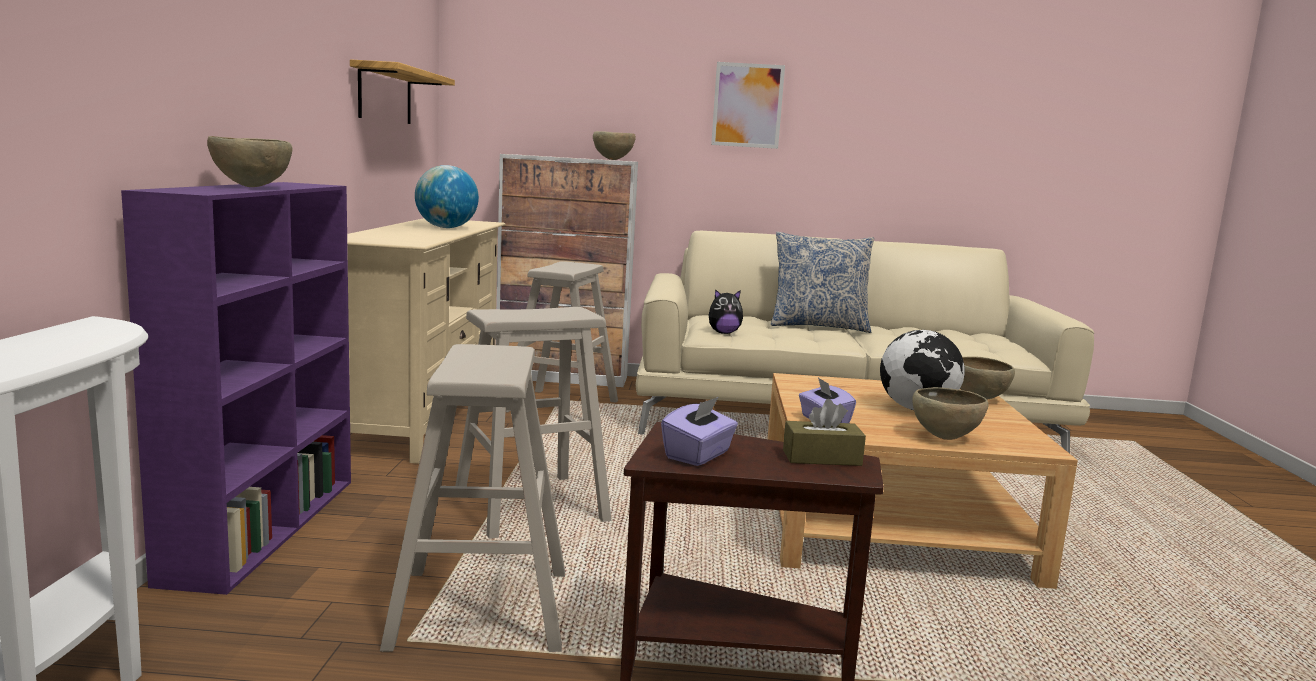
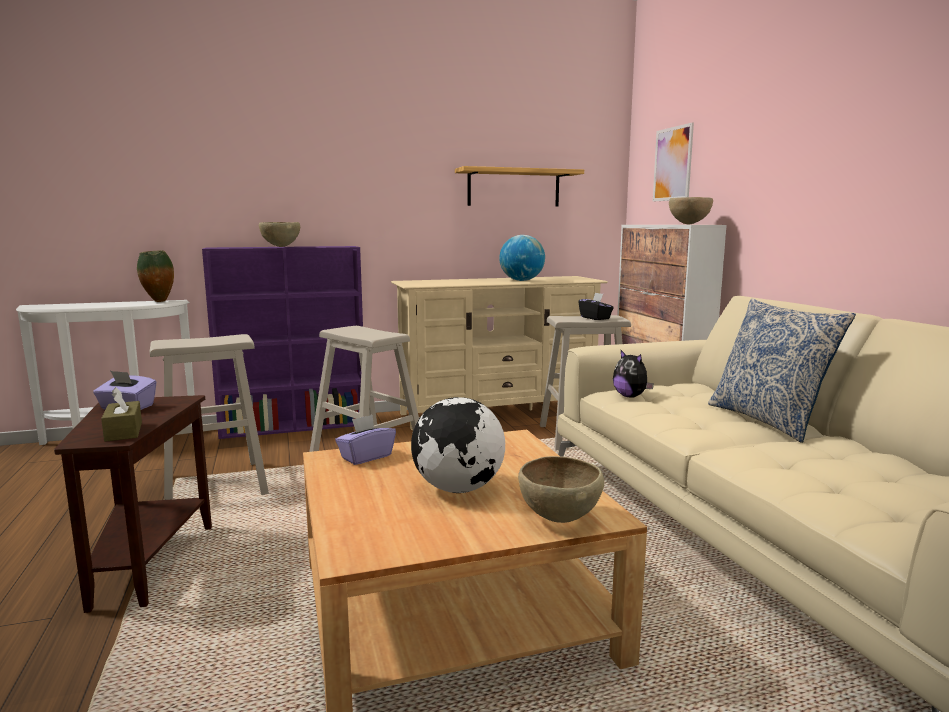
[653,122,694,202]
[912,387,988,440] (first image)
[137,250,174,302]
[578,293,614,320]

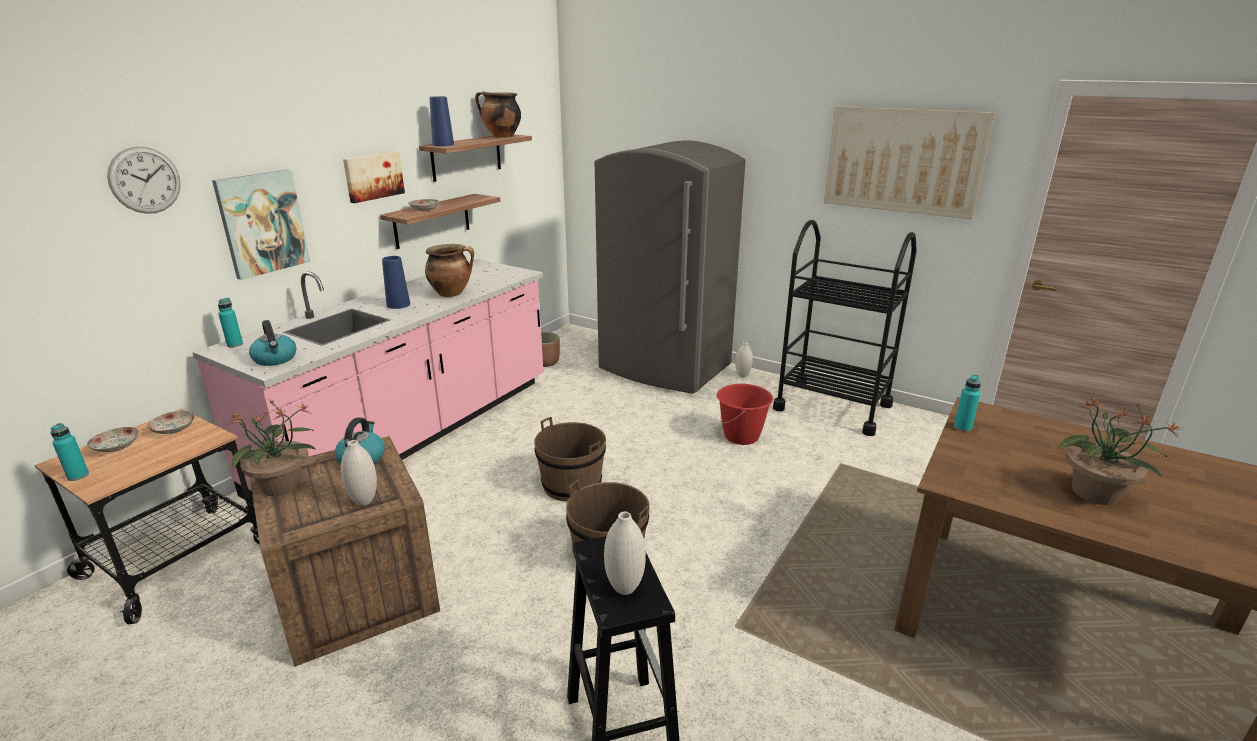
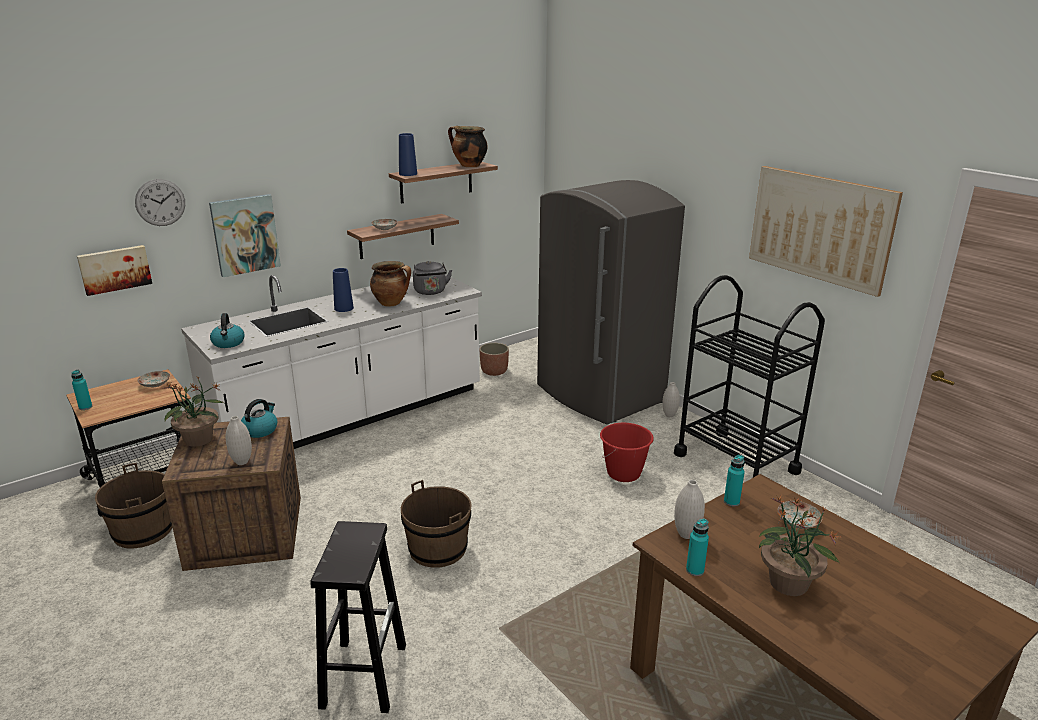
[77,245,152,296]
[181,274,482,449]
[686,519,709,576]
[95,463,172,548]
[778,501,822,529]
[674,480,705,539]
[413,261,452,295]

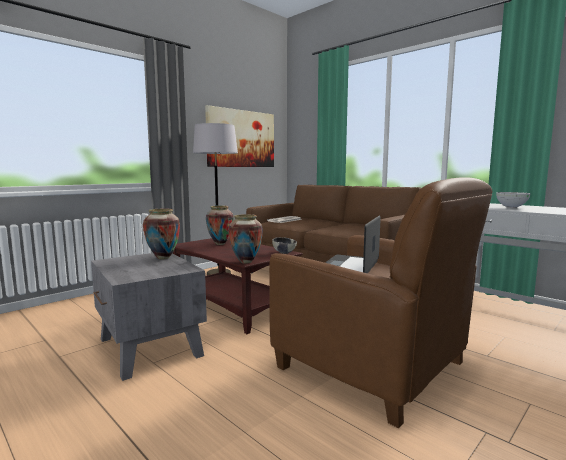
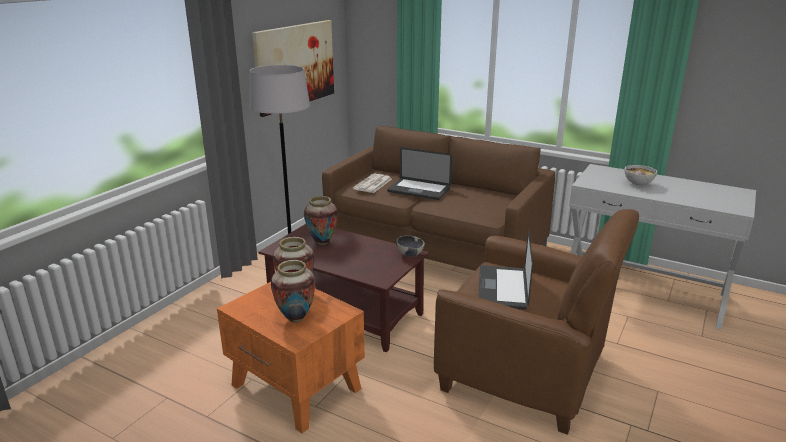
[271,260,315,323]
[217,282,365,433]
[387,147,452,200]

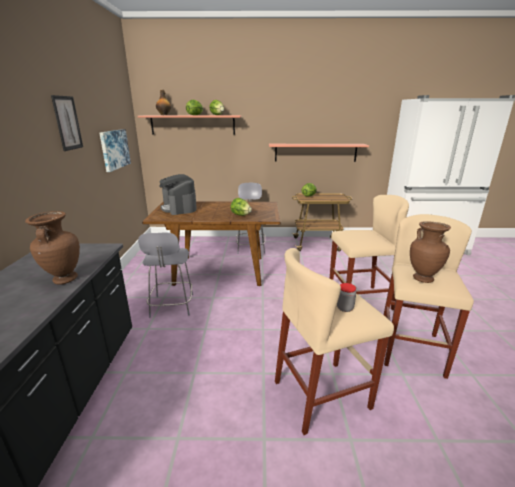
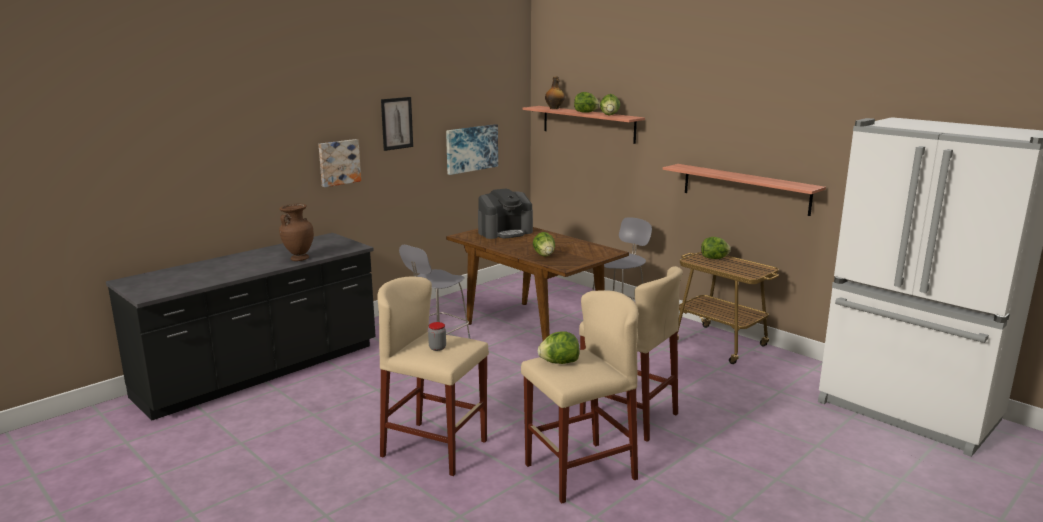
[478,188,533,239]
[538,331,579,364]
[319,139,361,187]

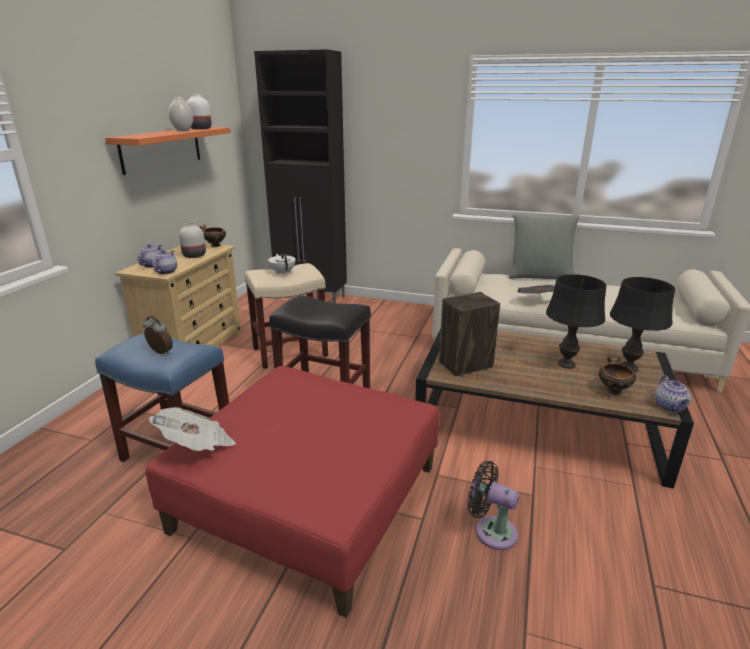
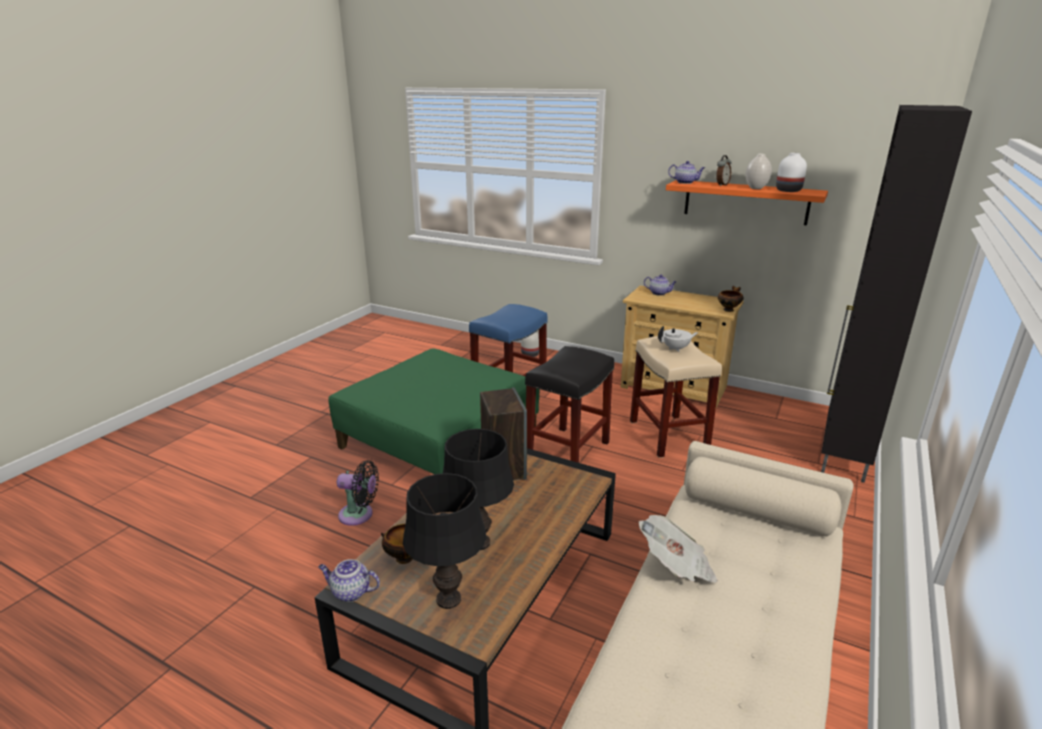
[509,215,579,279] (first image)
[521,332,539,357]
[668,161,705,184]
[716,155,731,186]
[328,349,539,474]
[149,407,236,451] (first image)
[337,460,379,526]

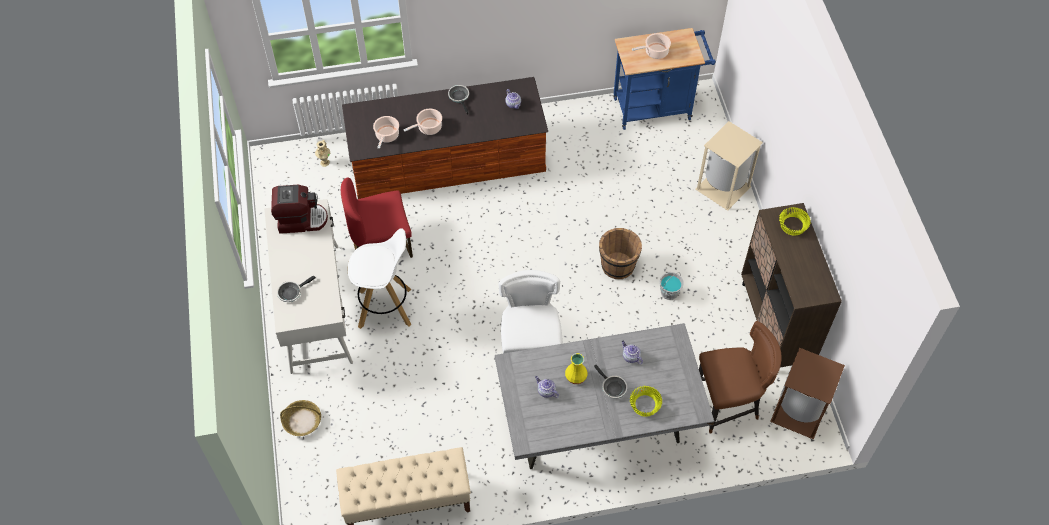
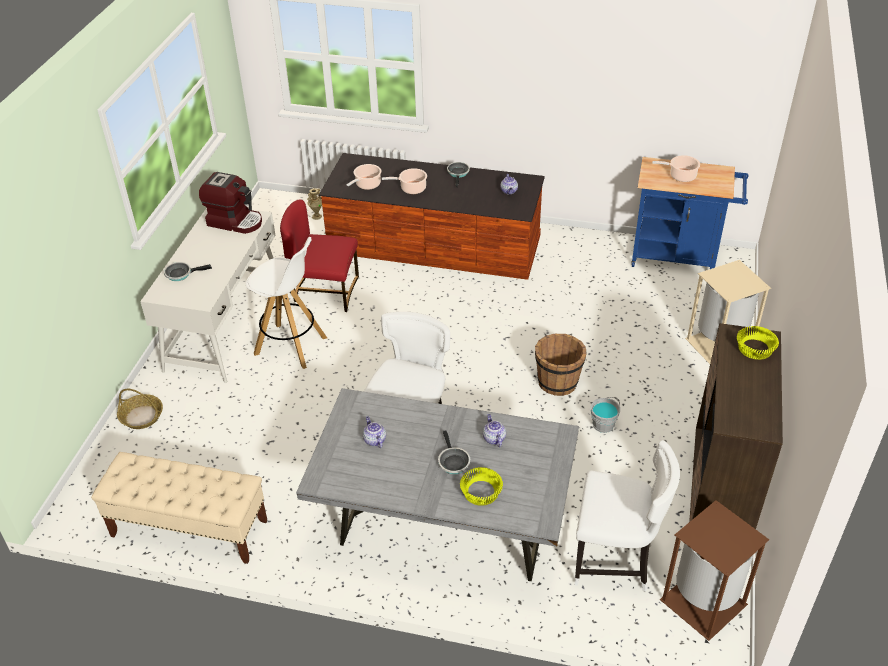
[575,440,680,592]
[565,353,588,384] (first image)

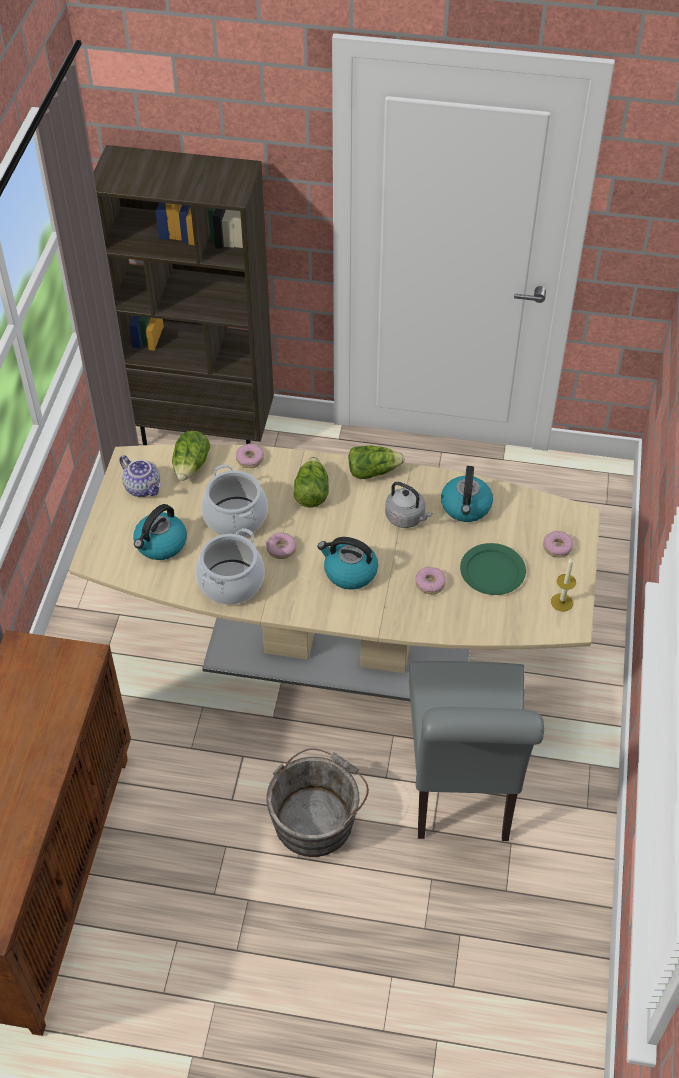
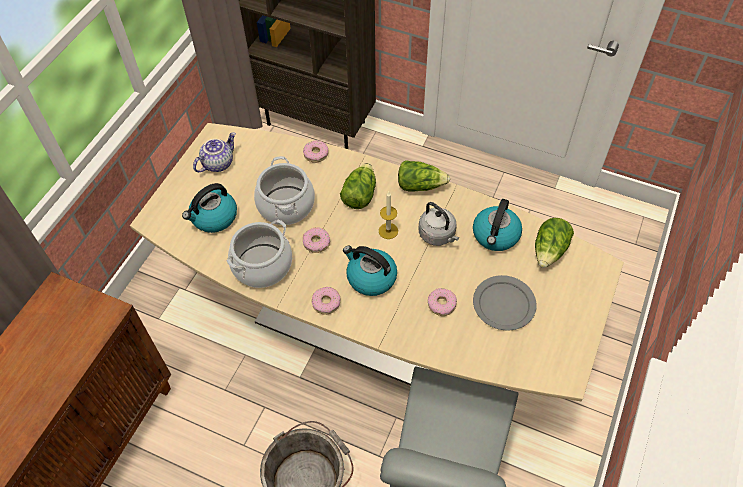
[535,218,574,268]
[193,132,236,172]
[311,287,340,315]
[473,275,537,331]
[379,192,398,239]

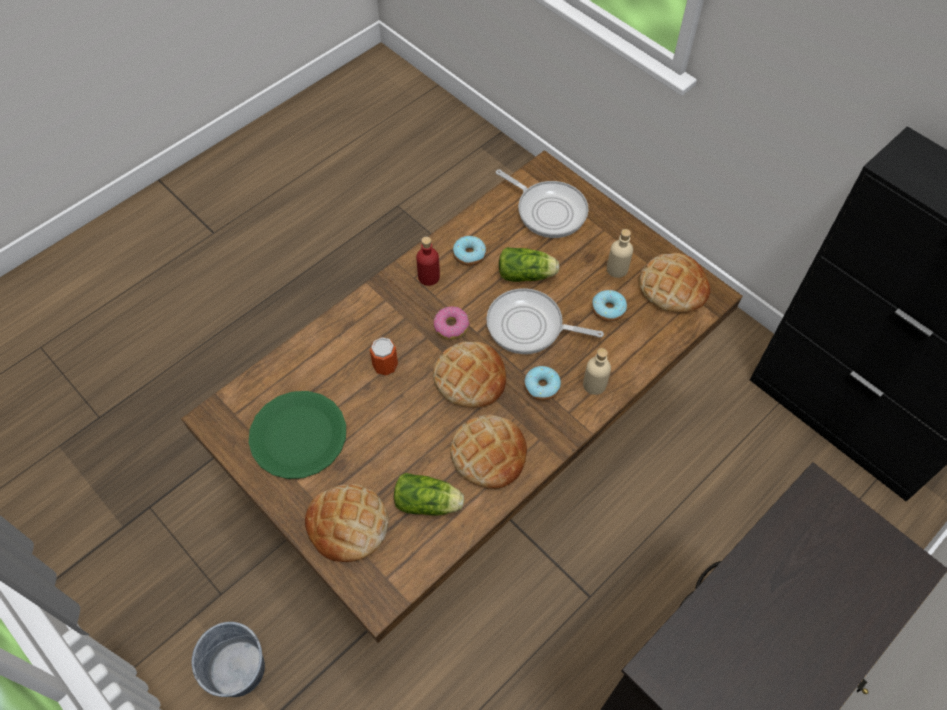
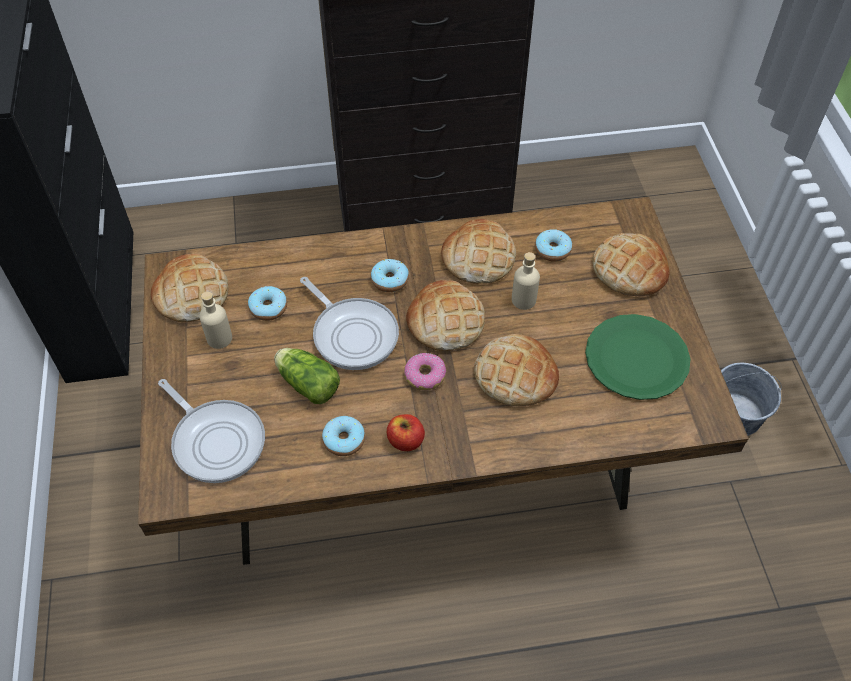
[158,379,265,483]
[387,414,425,451]
[474,334,559,406]
[512,252,540,310]
[535,229,572,262]

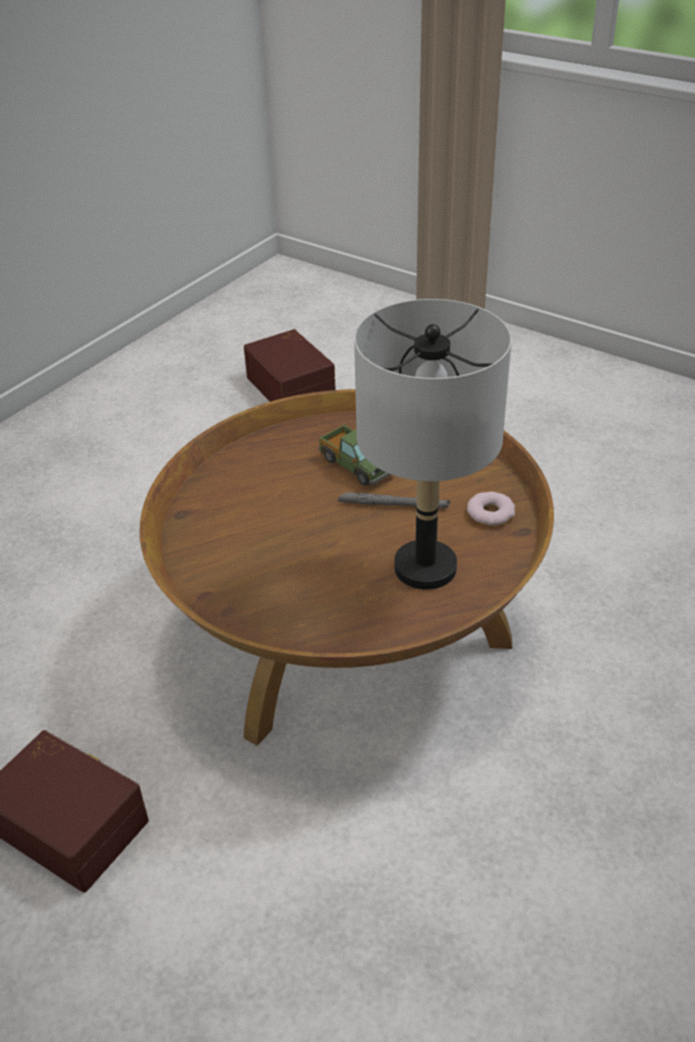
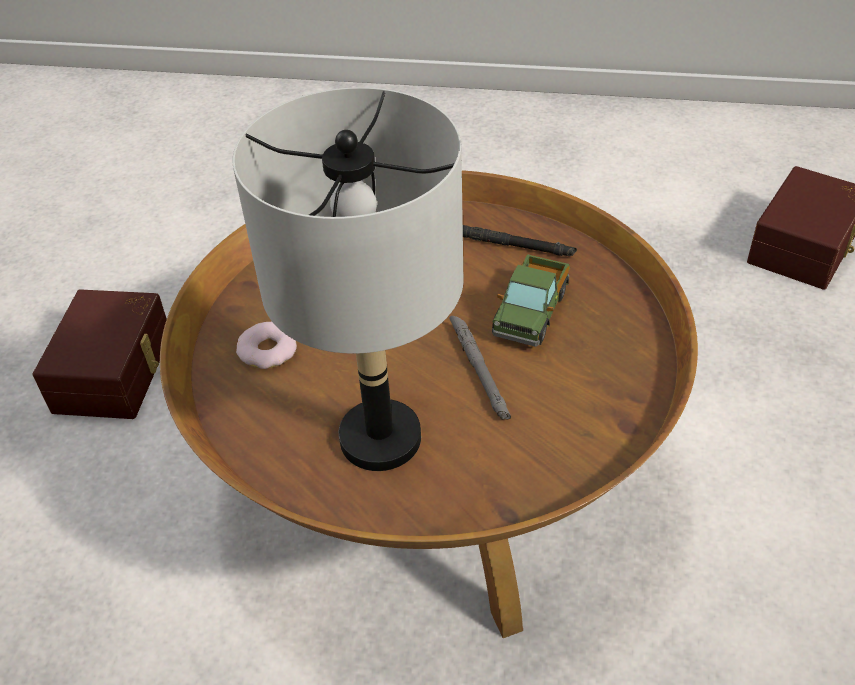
[236,322,297,369]
[463,225,577,256]

